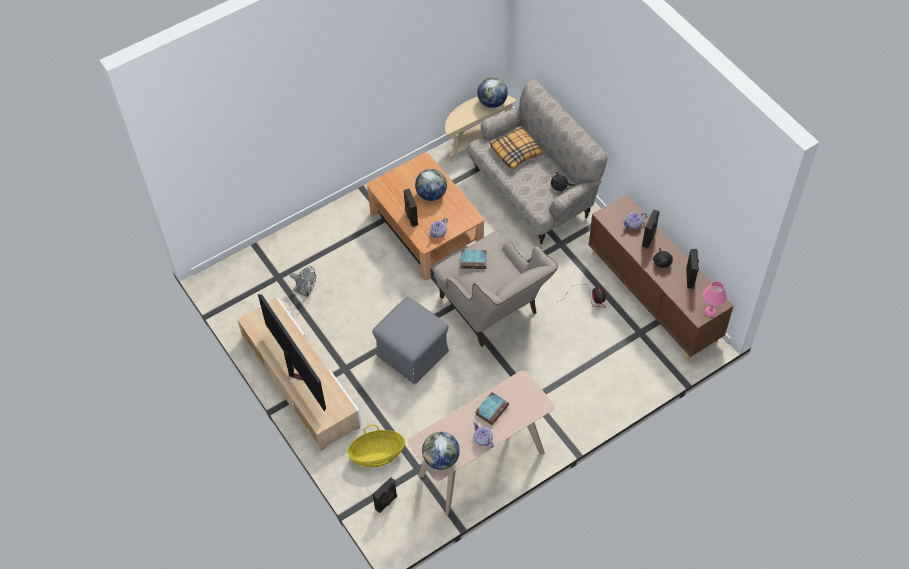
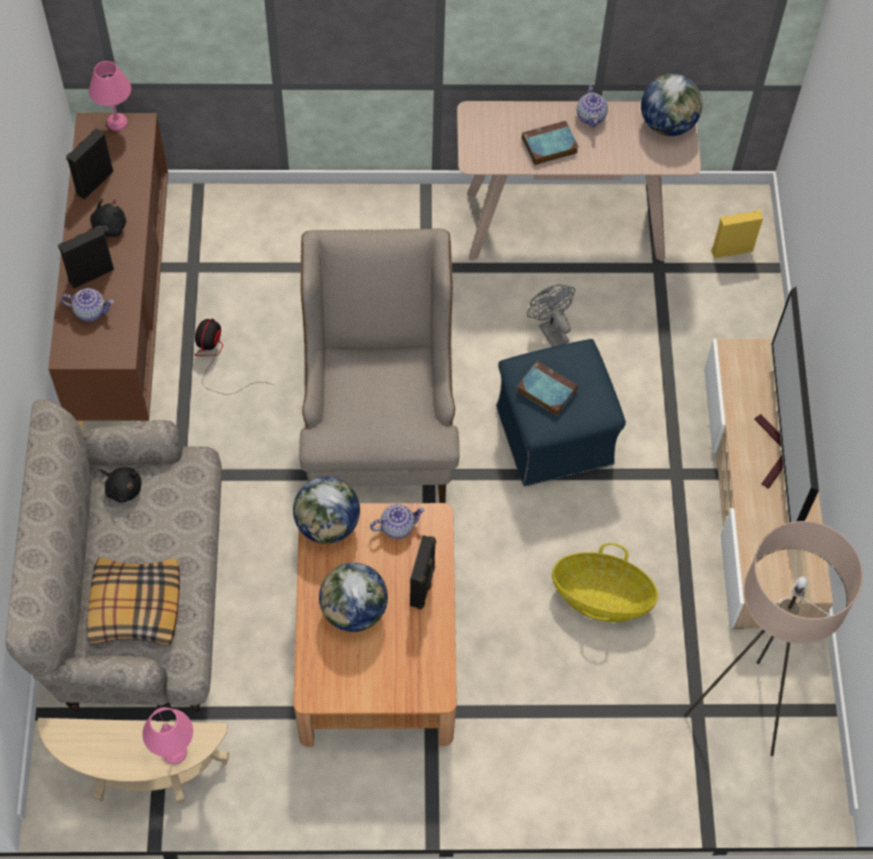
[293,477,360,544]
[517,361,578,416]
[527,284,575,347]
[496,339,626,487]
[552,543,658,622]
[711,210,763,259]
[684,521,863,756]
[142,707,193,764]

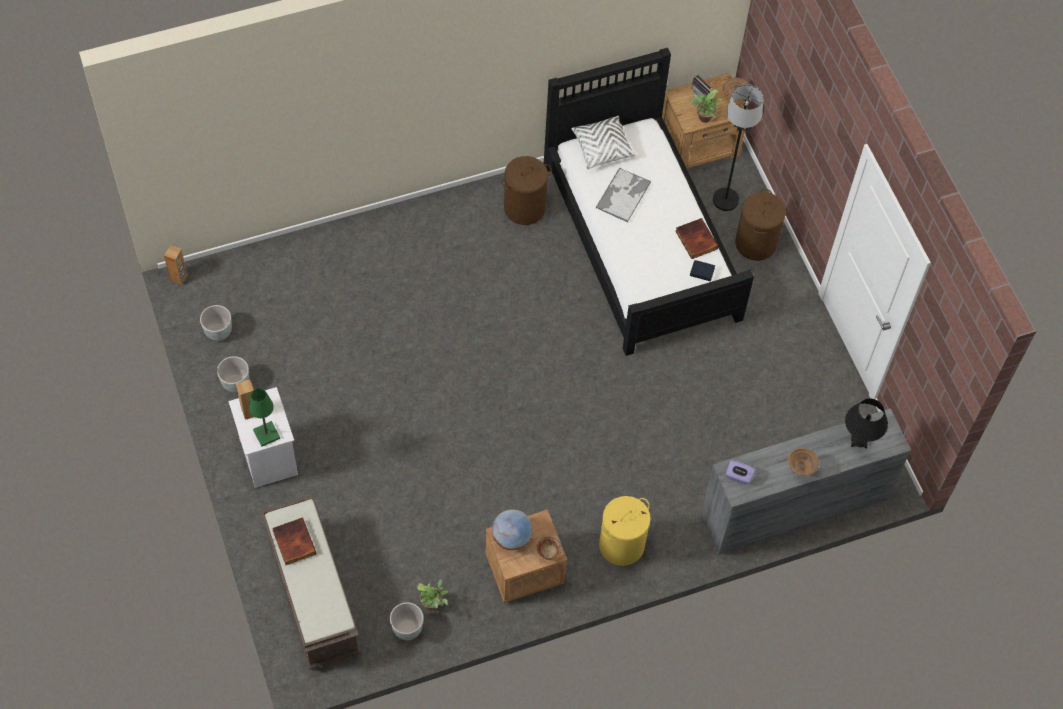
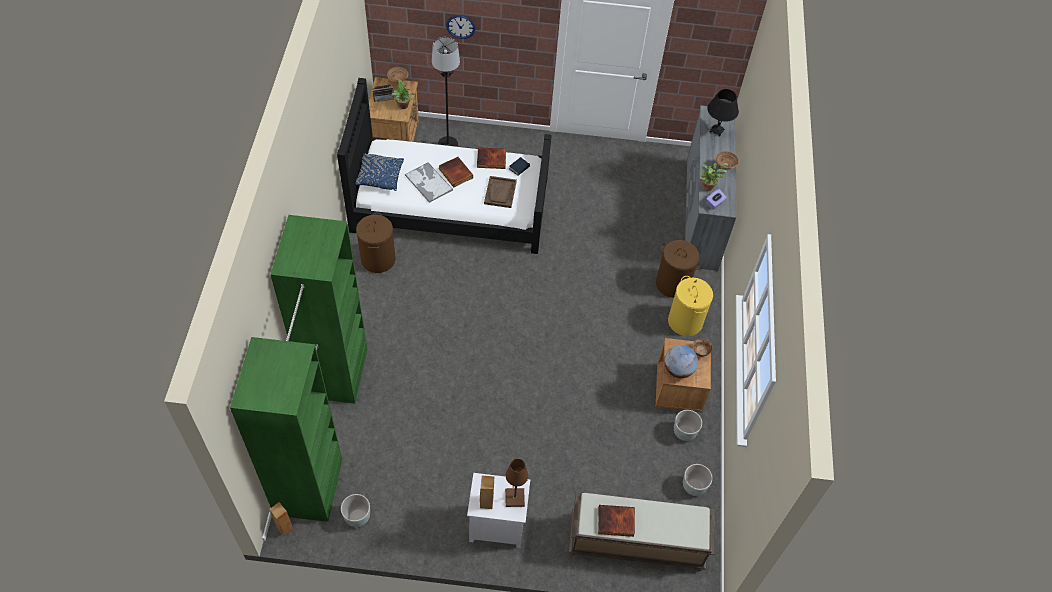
[355,153,404,191]
[656,240,701,298]
[674,410,702,441]
[505,459,528,507]
[700,163,729,191]
[446,15,475,39]
[439,157,473,187]
[484,176,517,208]
[230,215,367,522]

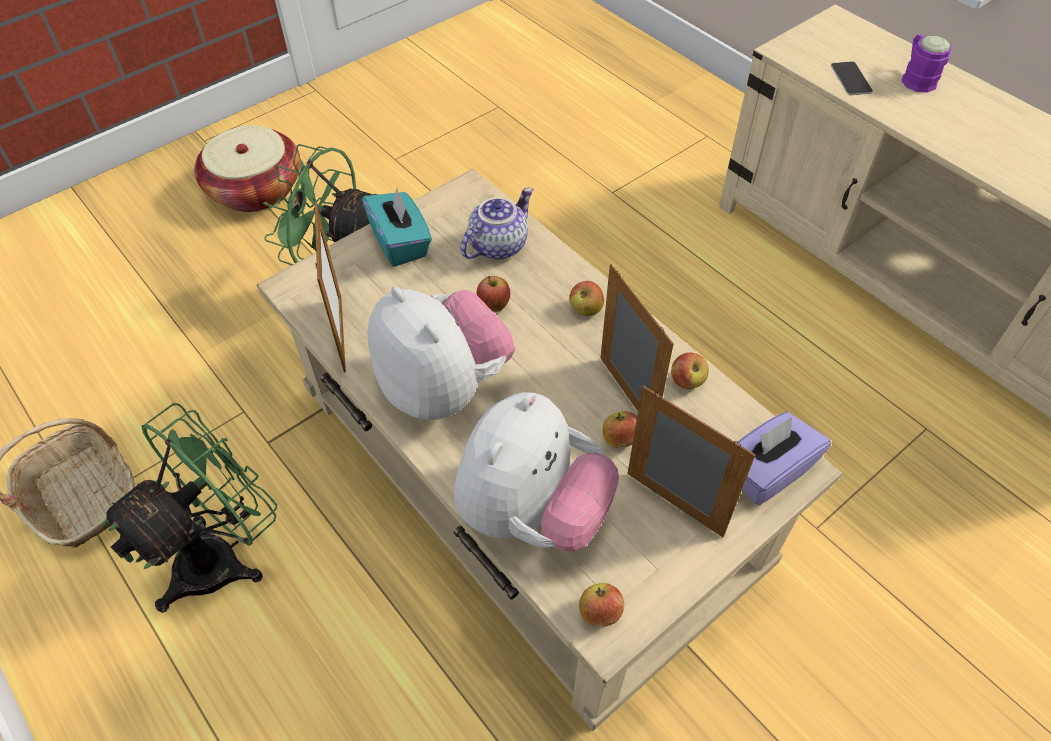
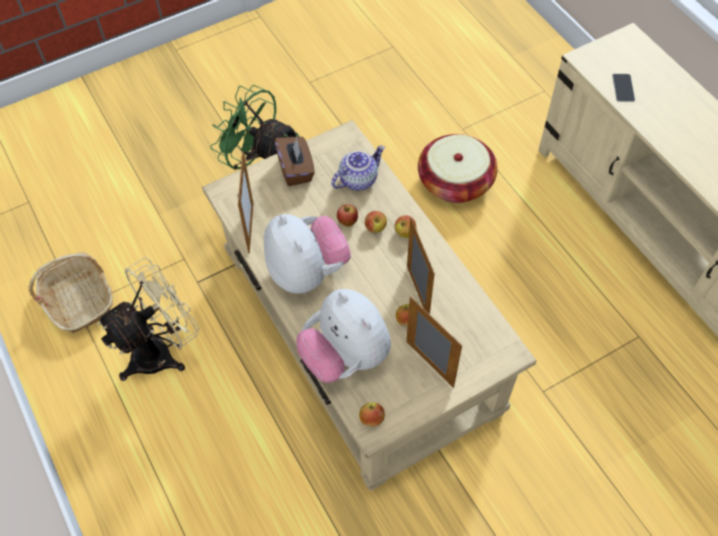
[901,35,951,93] (first image)
[418,134,498,203]
[274,137,315,186]
[365,211,387,233]
[296,289,391,383]
[97,257,199,381]
[736,412,831,505] (first image)

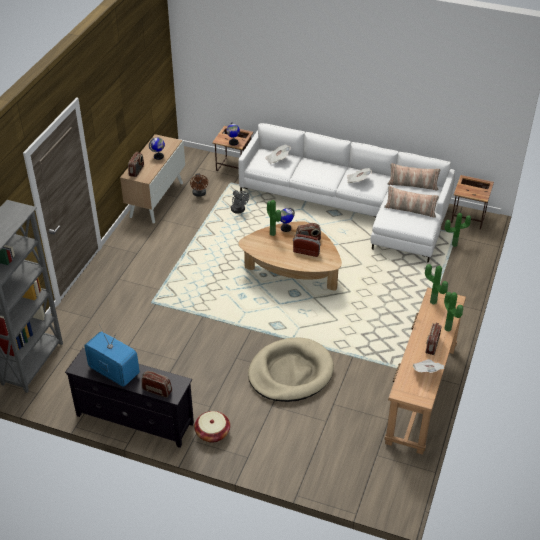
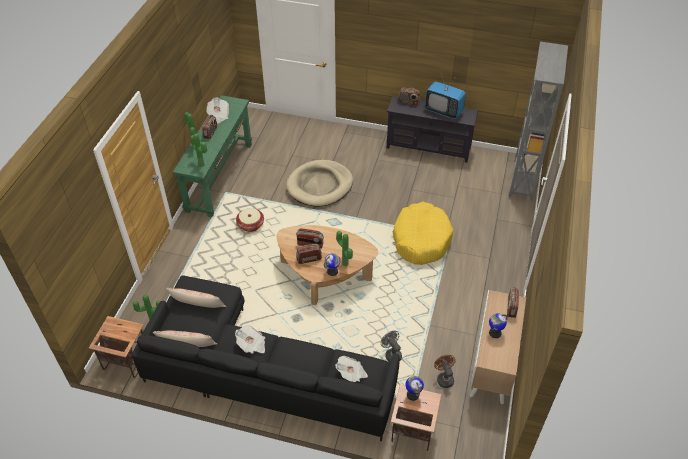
[132,275,400,441]
[173,95,252,217]
[236,208,264,232]
[393,202,453,265]

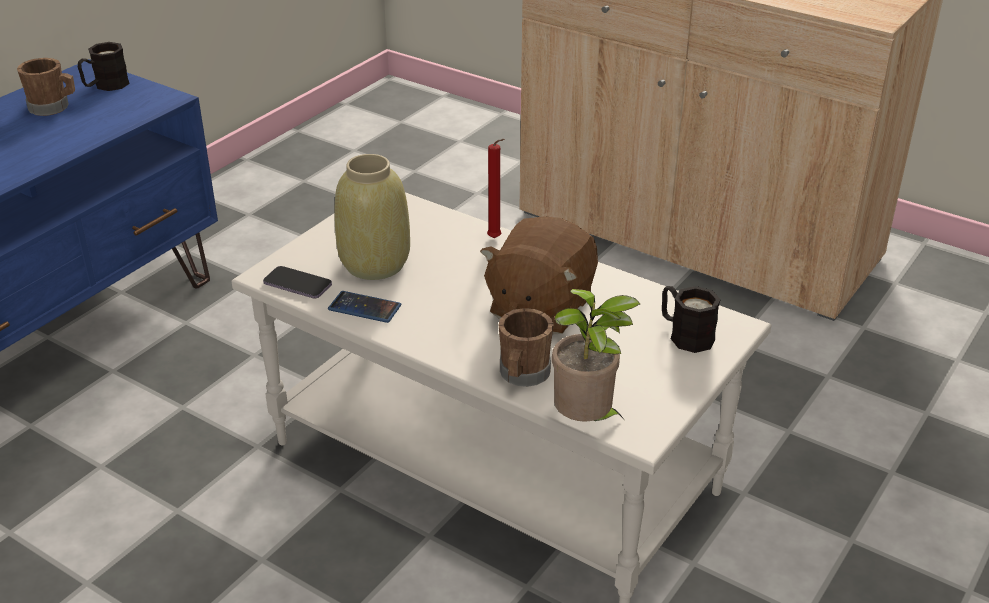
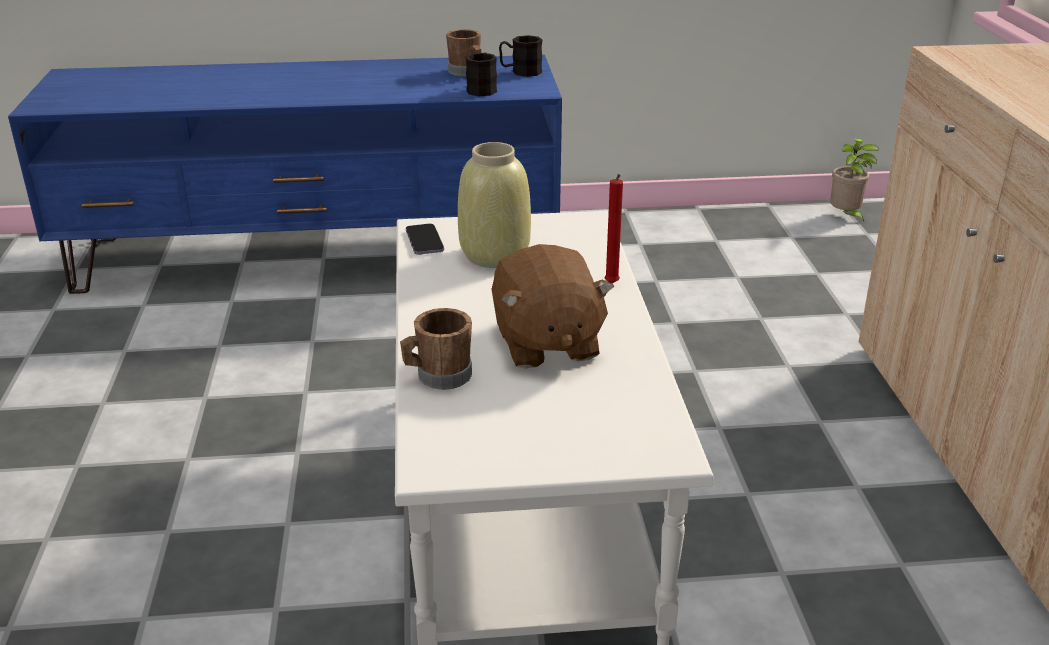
[492,244,614,368]
[466,53,497,96]
[830,138,879,222]
[328,291,401,323] (first image)

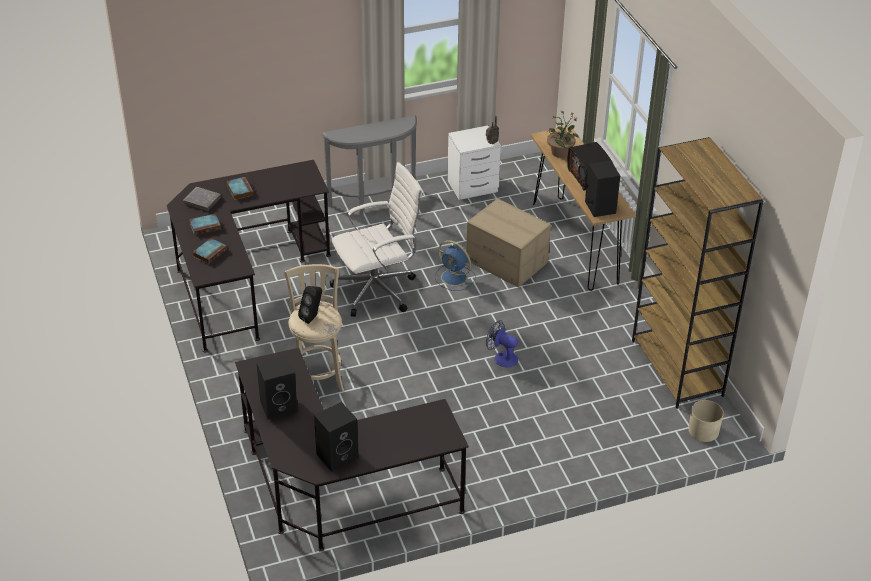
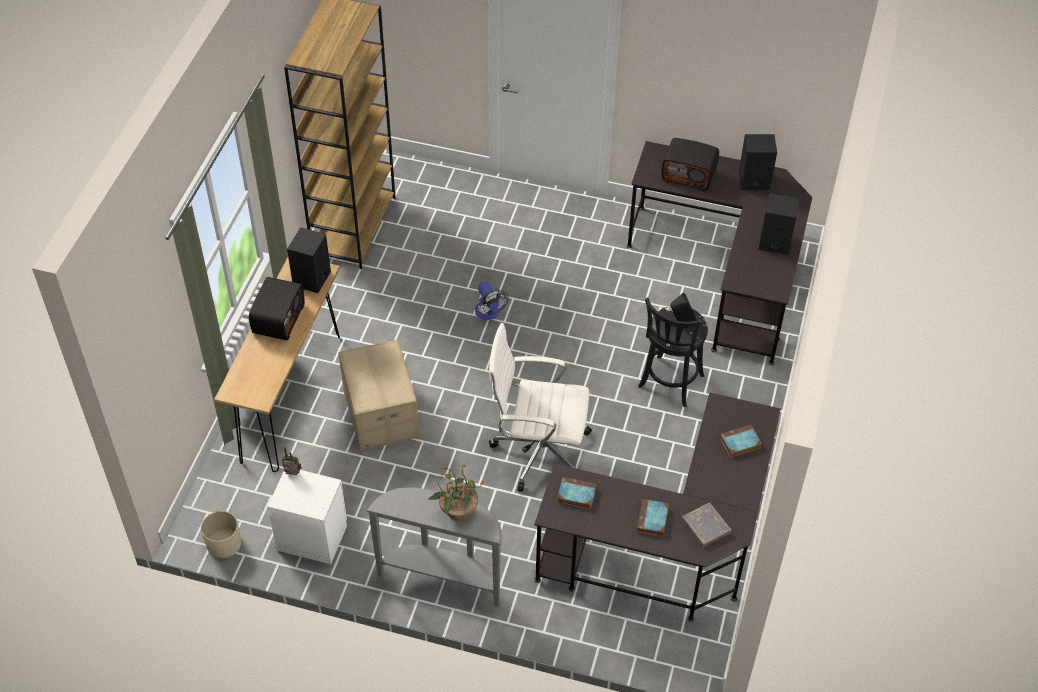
[428,463,484,521]
[557,477,597,509]
[435,240,475,291] (first image)
[638,298,708,407]
[201,511,241,558]
[661,138,719,191]

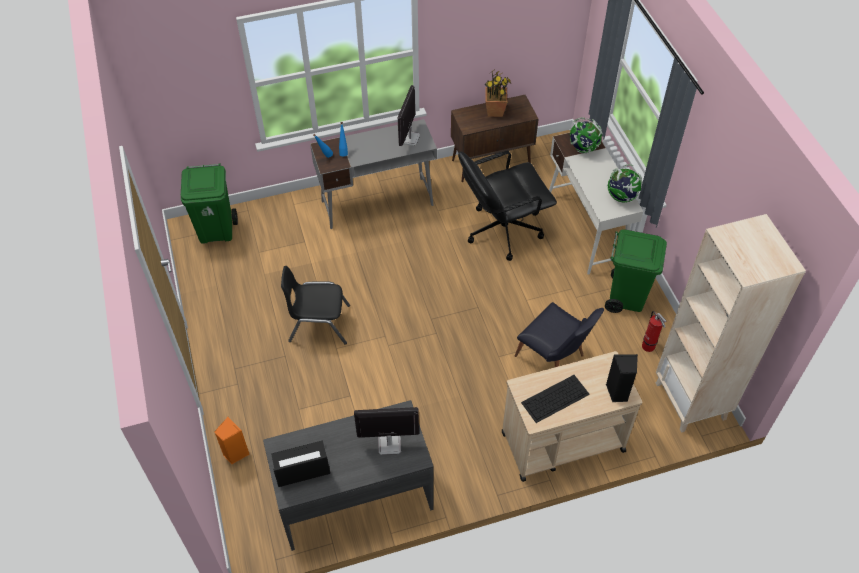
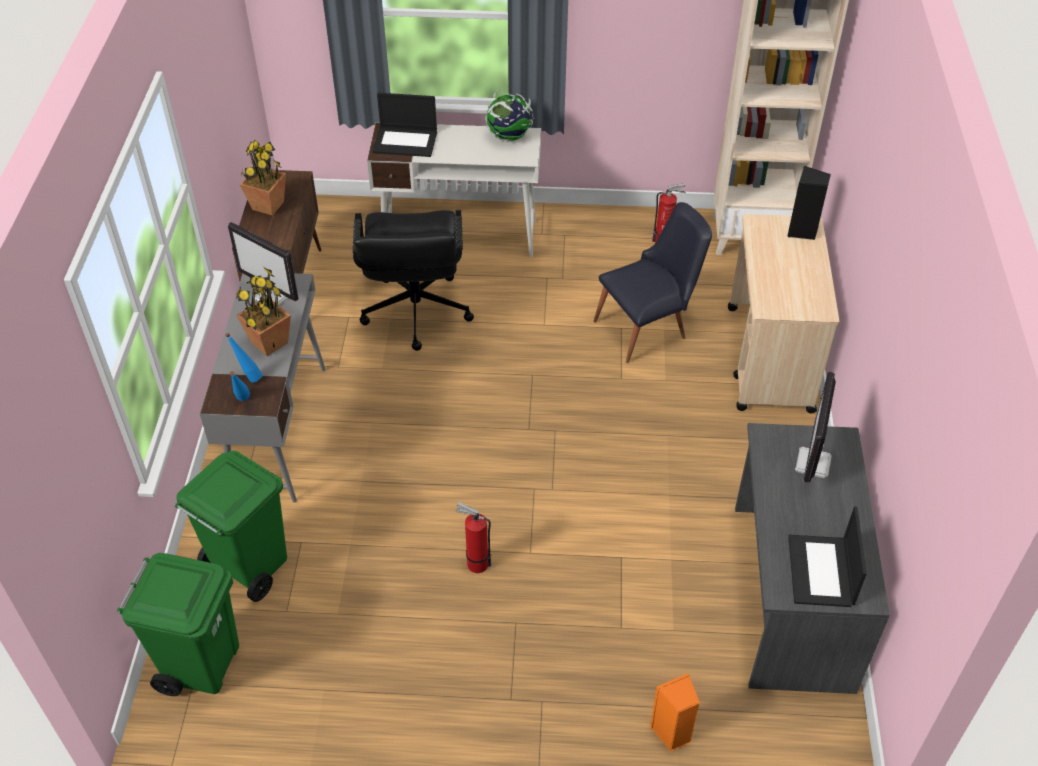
[373,93,437,157]
[174,451,287,602]
[456,502,492,573]
[521,375,590,423] (first image)
[235,267,291,356]

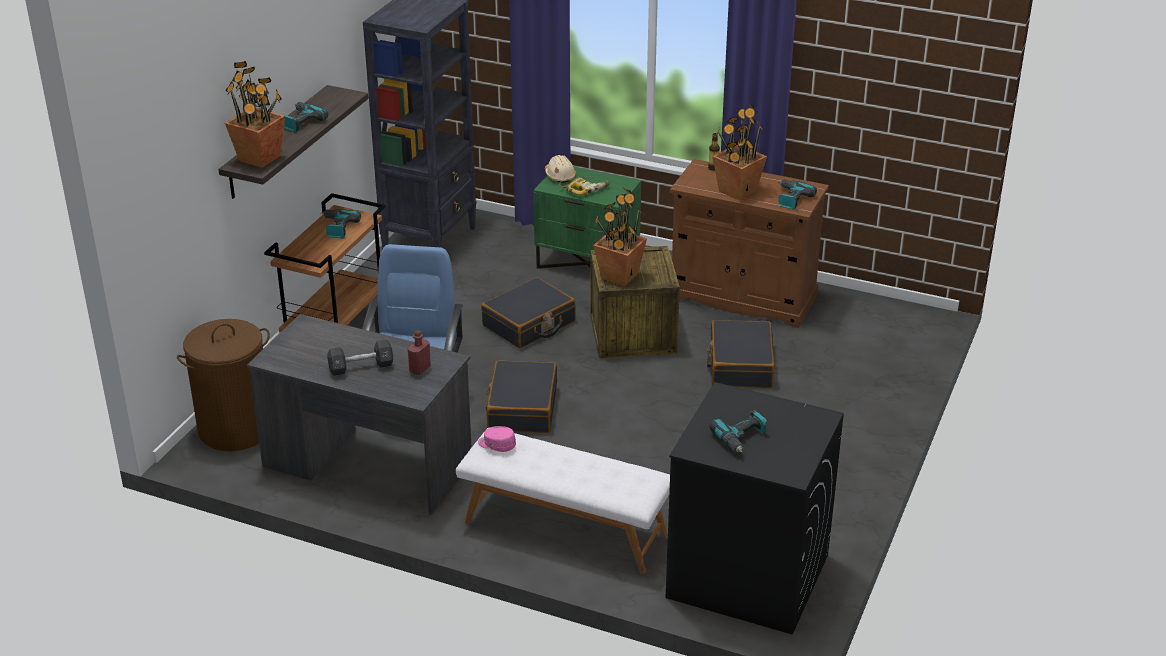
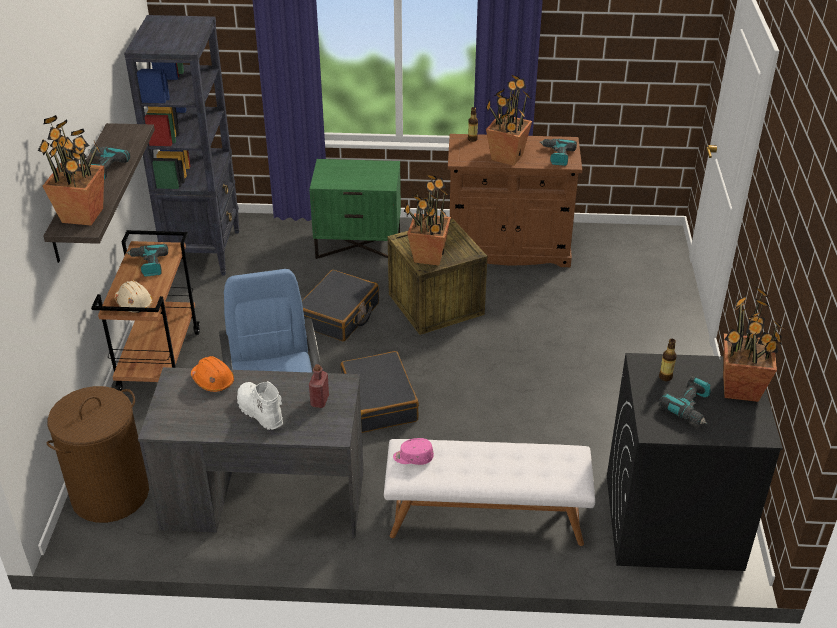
[115,281,153,313]
[559,176,610,196] (first image)
[707,320,775,388] (first image)
[237,381,283,430]
[723,286,782,402]
[659,339,677,381]
[191,356,234,392]

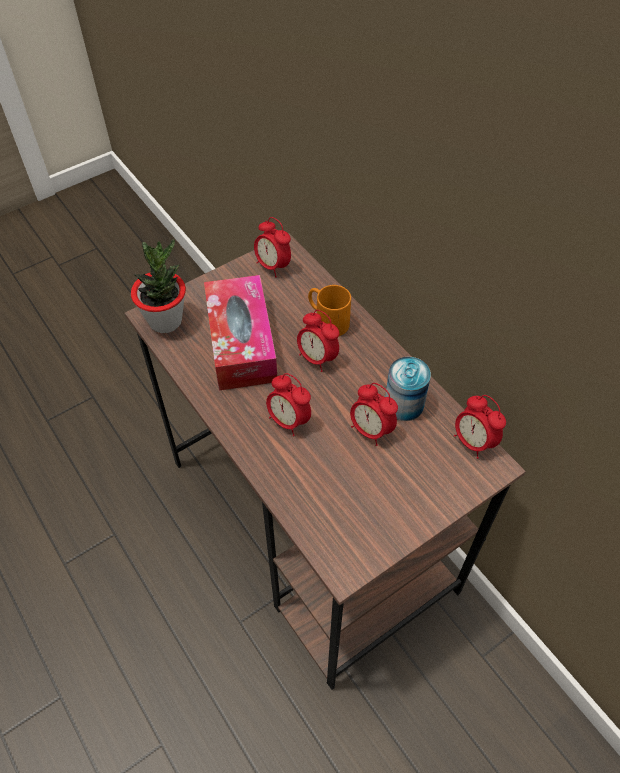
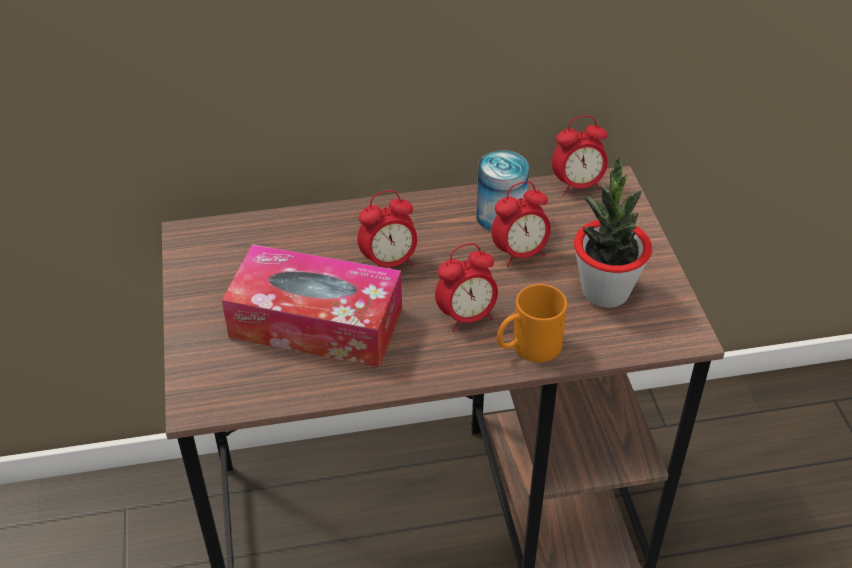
[254,217,291,277] (first image)
[574,155,652,308]
[497,284,567,362]

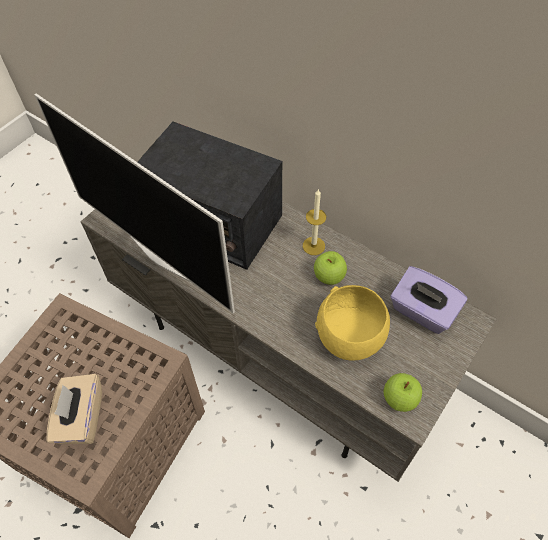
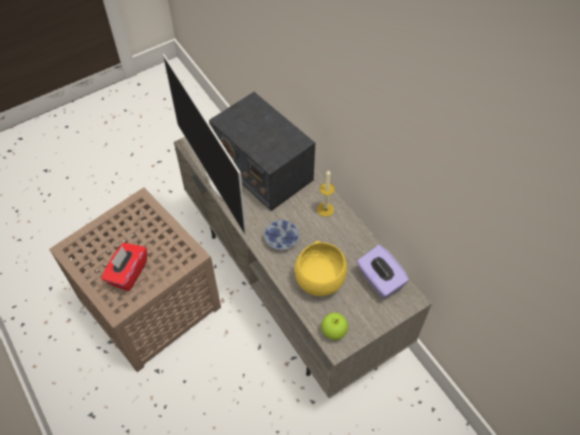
[314,251,347,285] (first image)
[101,243,147,291]
[264,220,299,250]

